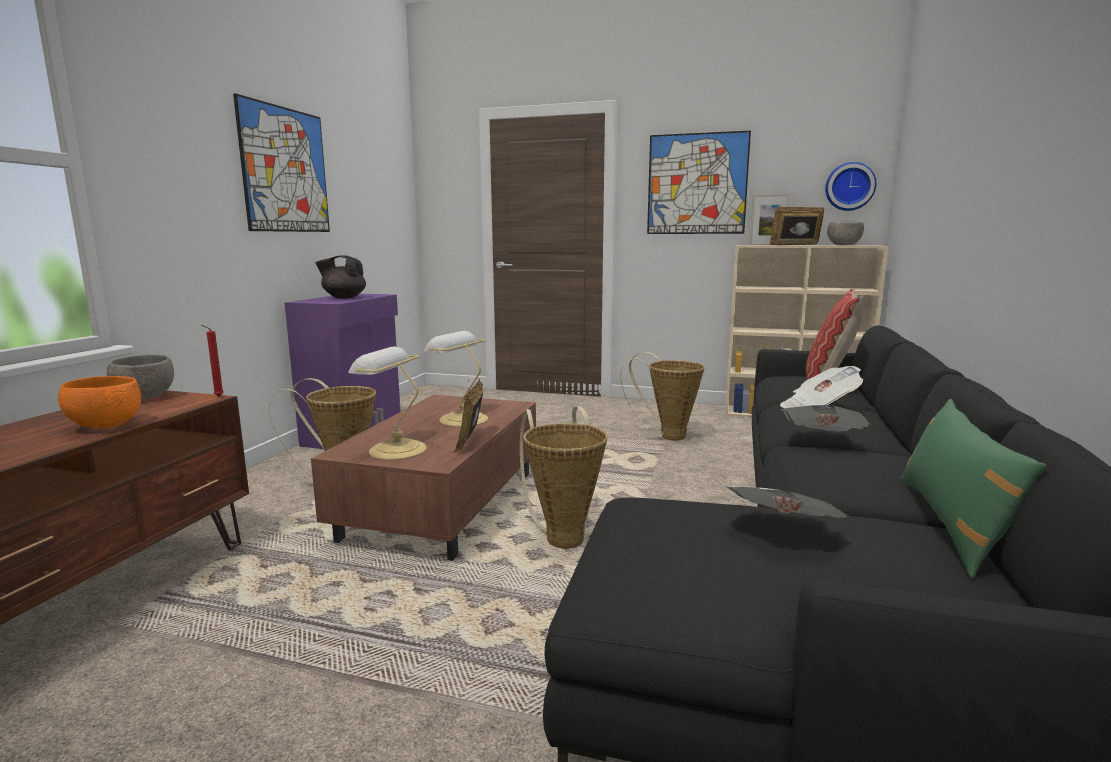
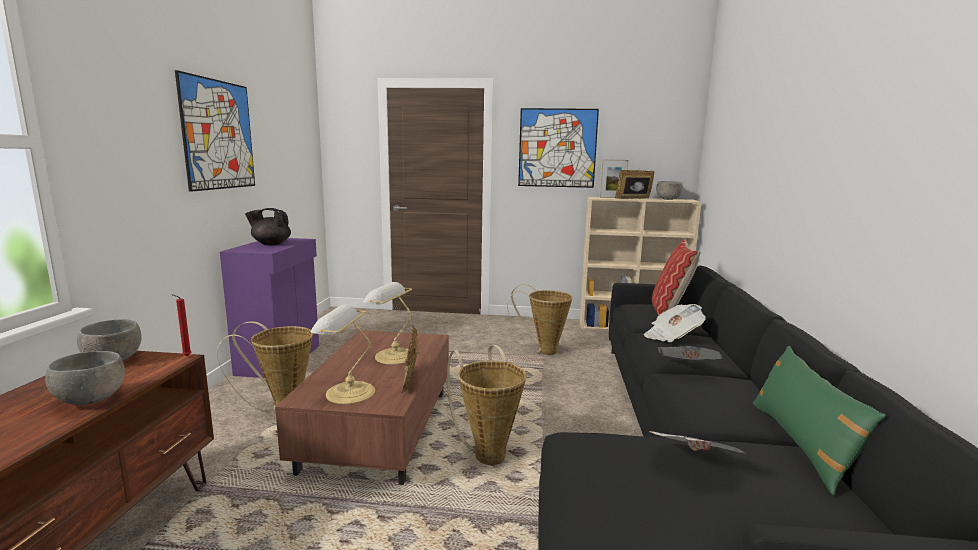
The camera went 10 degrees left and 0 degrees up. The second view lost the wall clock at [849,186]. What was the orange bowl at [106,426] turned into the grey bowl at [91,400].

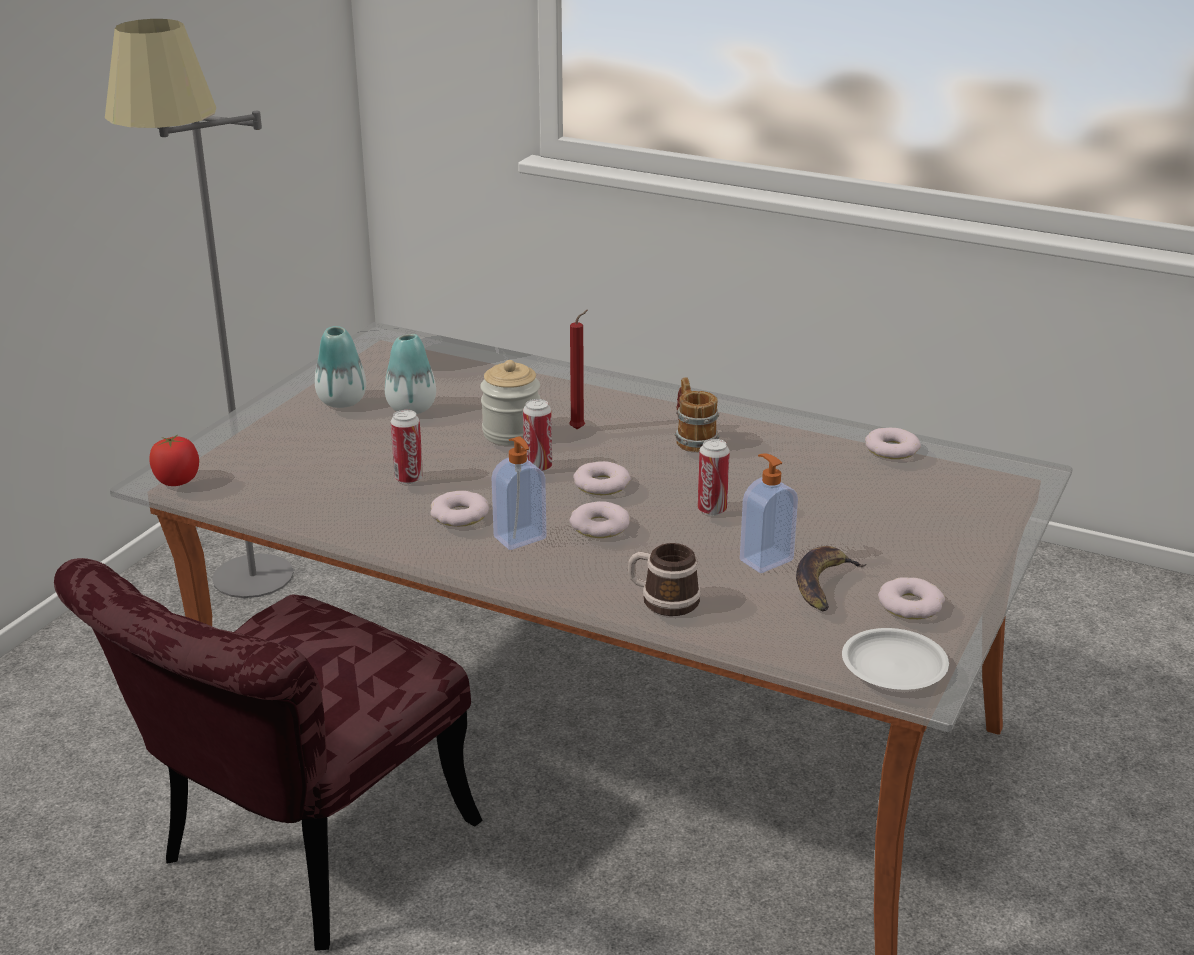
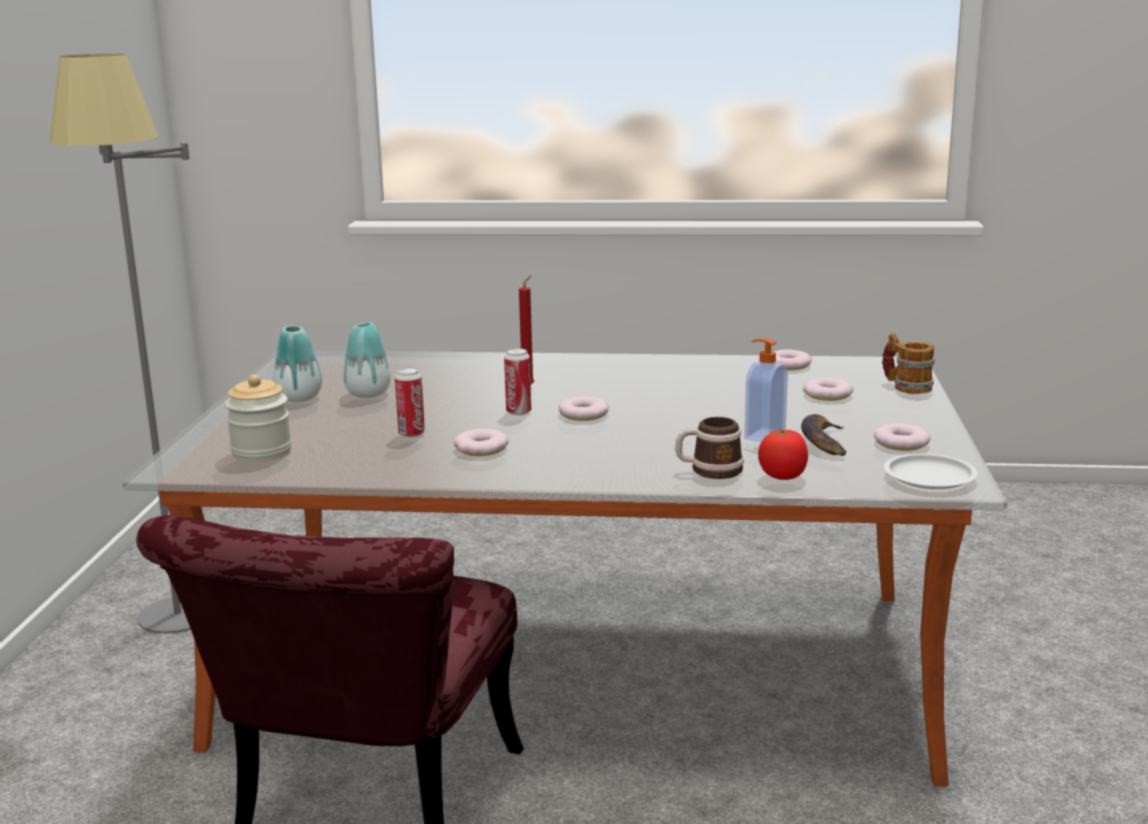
The camera went 20 degrees left and 10 degrees down. The second view lost the soap dispenser at [521,539]. The second view lost the can at [712,510]. The tomato ended up elsewhere, having gone from [177,481] to [782,476]. The jar ended up elsewhere, having gone from [511,433] to [261,452]. The donut ended up elsewhere, having gone from [599,526] to [827,395]. The mug ended up elsewhere, having gone from [692,439] to [906,386].

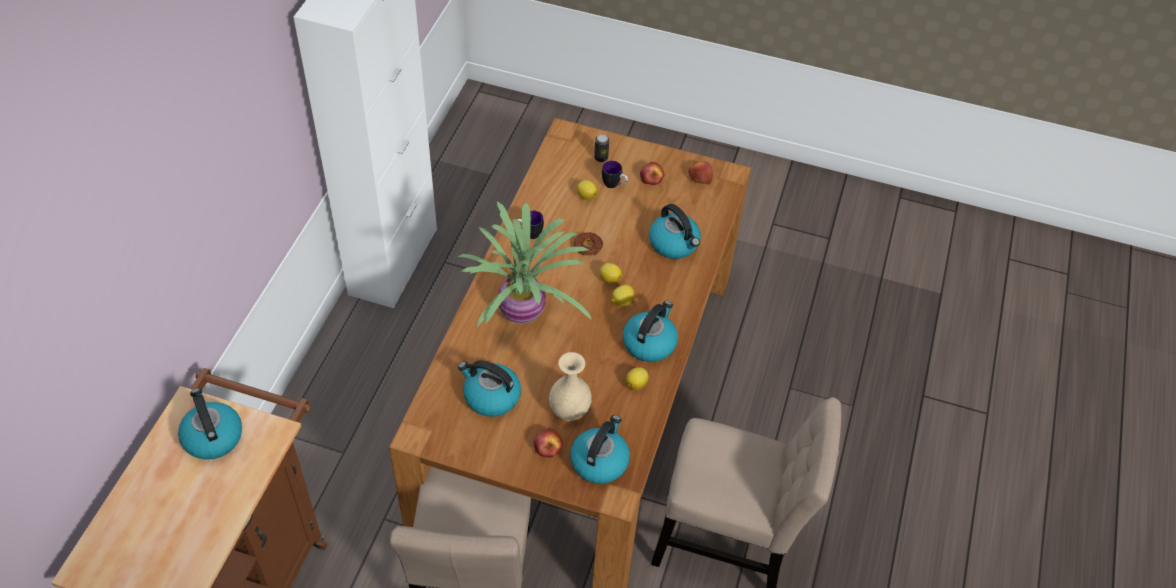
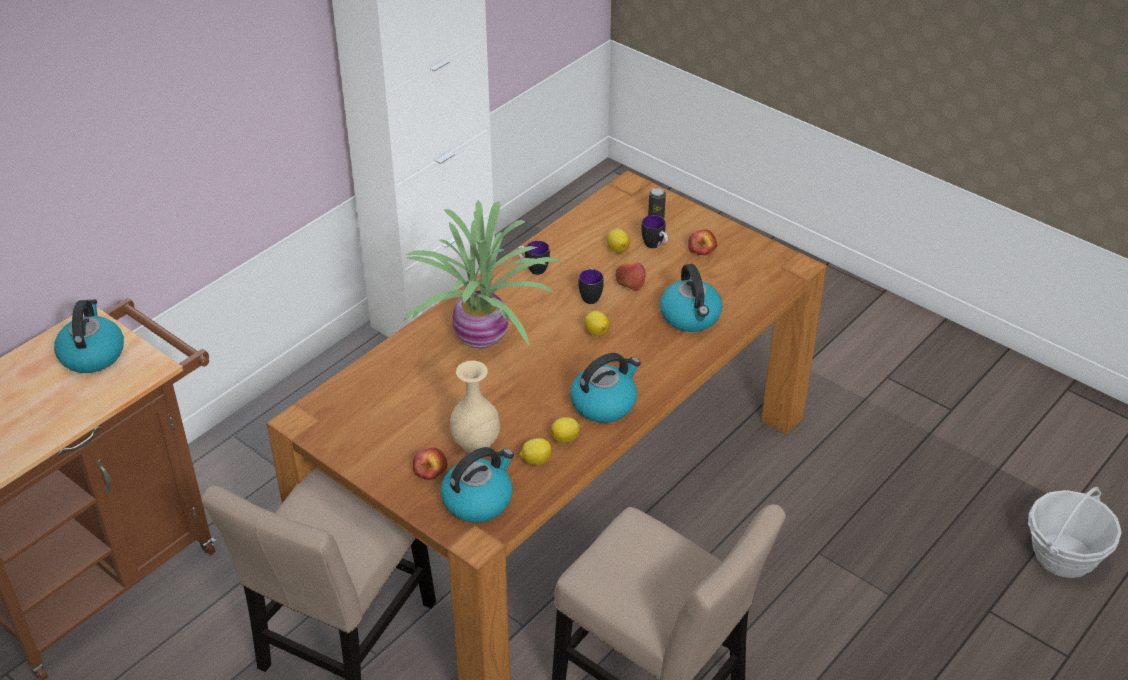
The camera went 25 degrees right and 10 degrees down. The second view lost the kettle at [491,396]. The second view gained the basket at [1063,556]. The lemon ended up elsewhere, having gone from [621,301] to [535,460]. The apple ended up elsewhere, having gone from [699,177] to [630,281]. Where the donut stood at [588,246], the mug came to stand at [591,296].

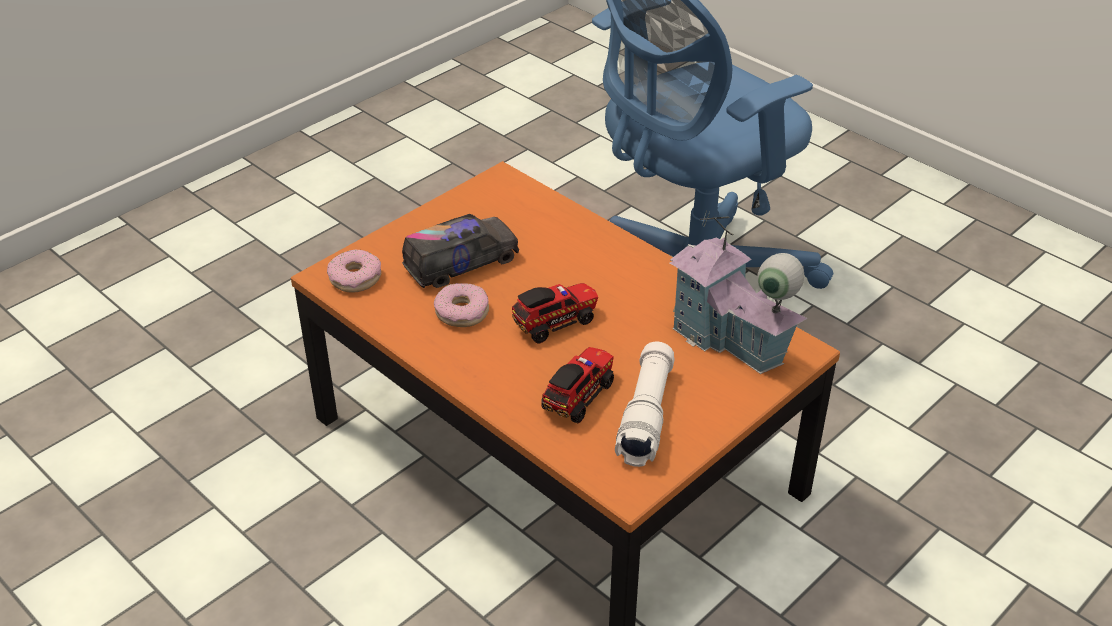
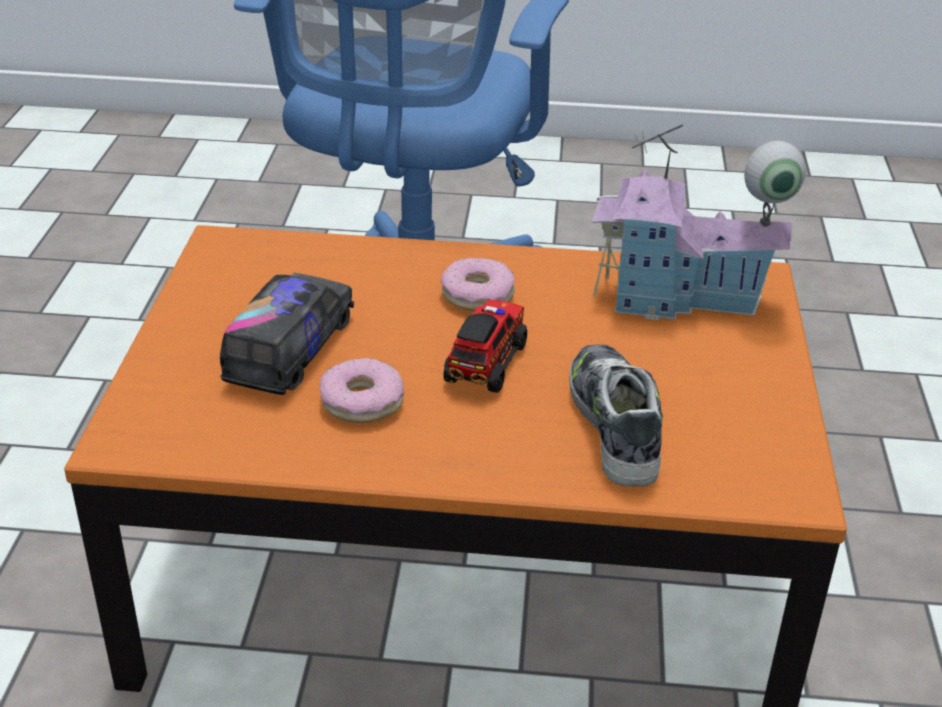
The camera went 40 degrees left and 5 degrees down. The second view lost the white flashlight at [646,415]. The donut ended up elsewhere, having gone from [355,278] to [478,295]. Where the toy truck stood at [579,395], the shoe came to stand at [615,425].

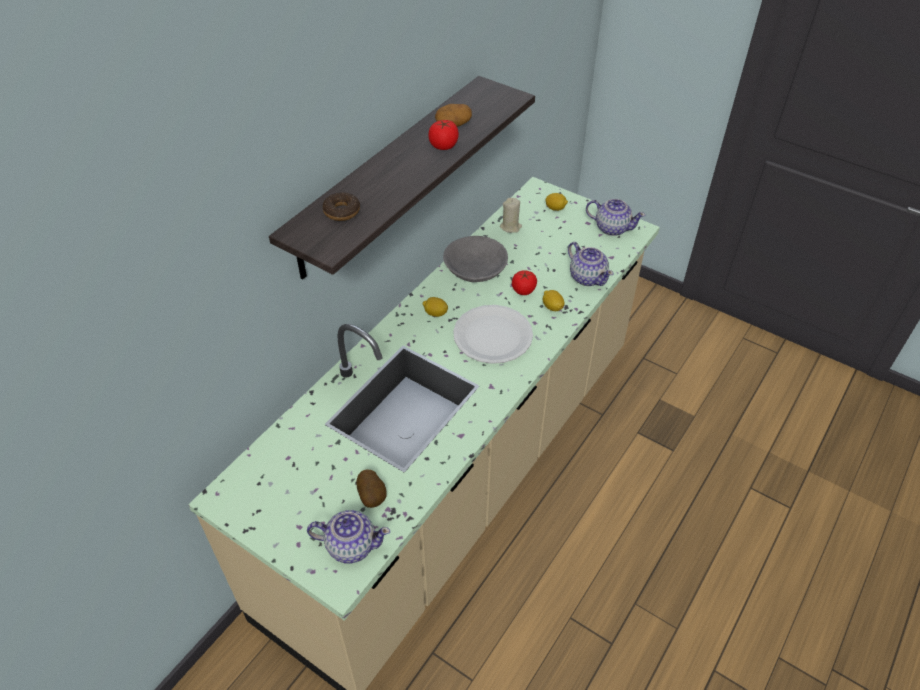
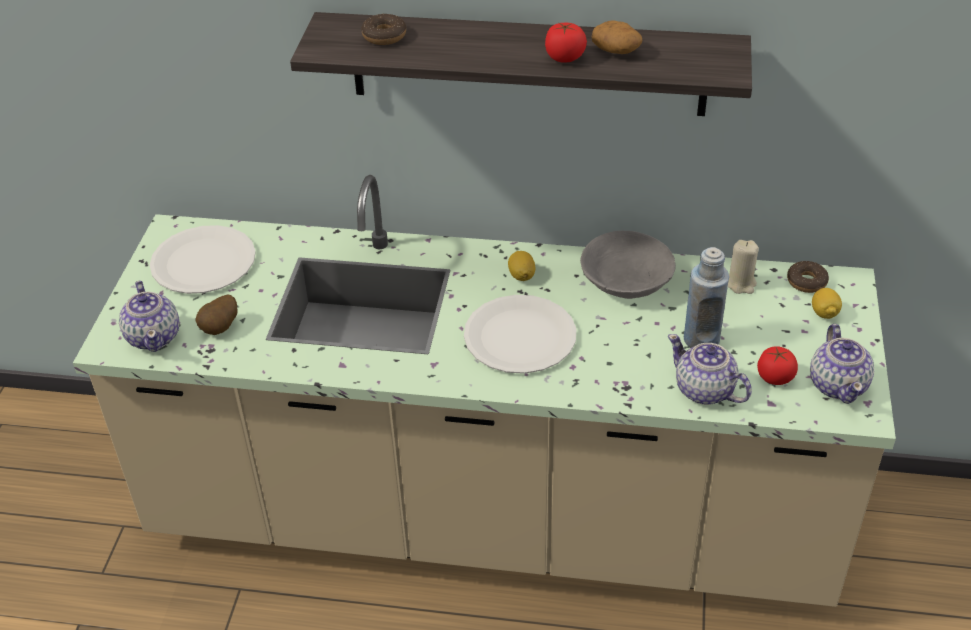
The camera went 65 degrees right and 5 degrees down. The second view lost the lemon at [552,307]. The second view gained the white plate at [203,262]. The second view gained the blue bottle at [701,339]. The second view gained the donut at [806,282]. The tomato ended up elsewhere, having gone from [523,290] to [775,377]. The teapot at [587,277] ended up facing another way, 105 degrees clockwise from before.

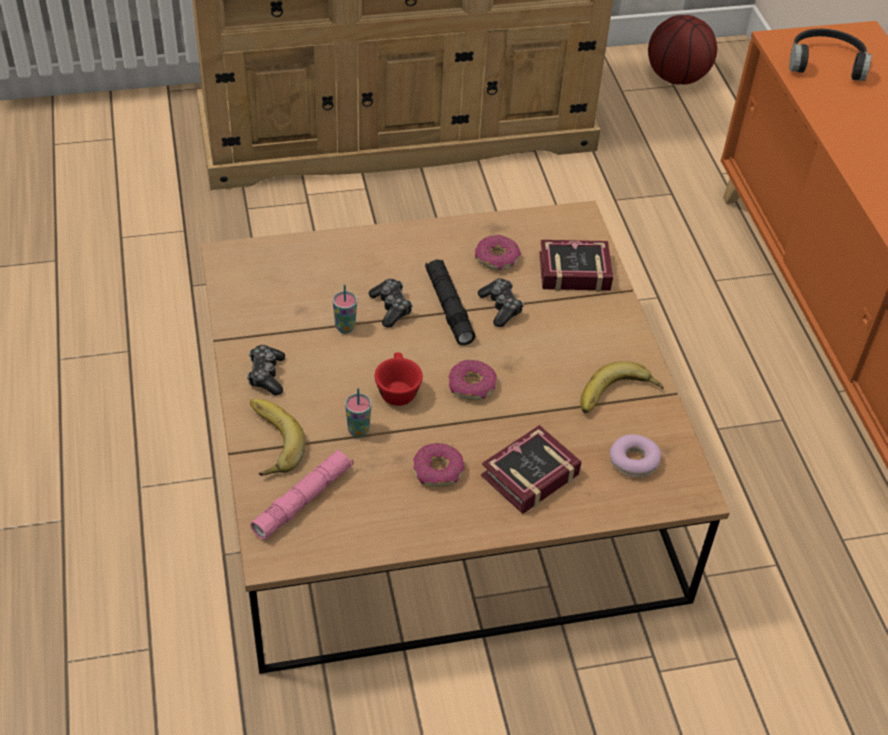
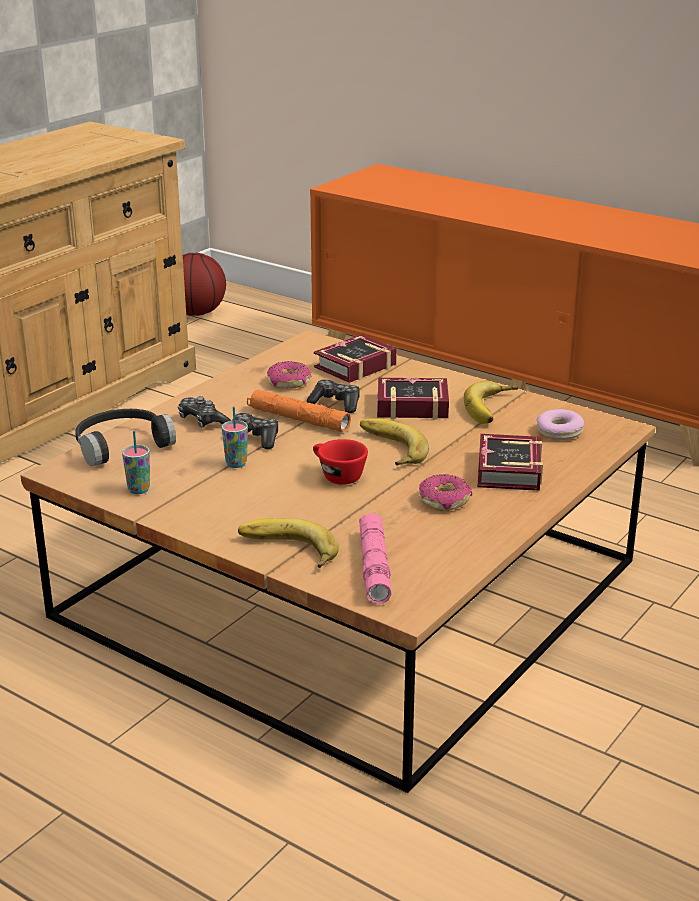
The camera went 40 degrees left and 20 degrees down. The second view gained the book at [408,405]. The game controller ended up elsewhere, having gone from [266,375] to [202,421]. The cup ended up elsewhere, having gone from [358,430] to [139,490]. The black headphones ended up elsewhere, having gone from [826,62] to [121,445]. Where the donut stood at [472,386], the banana came to stand at [388,449]. What was the black flashlight at [449,307] turned into the orange flashlight at [298,419].

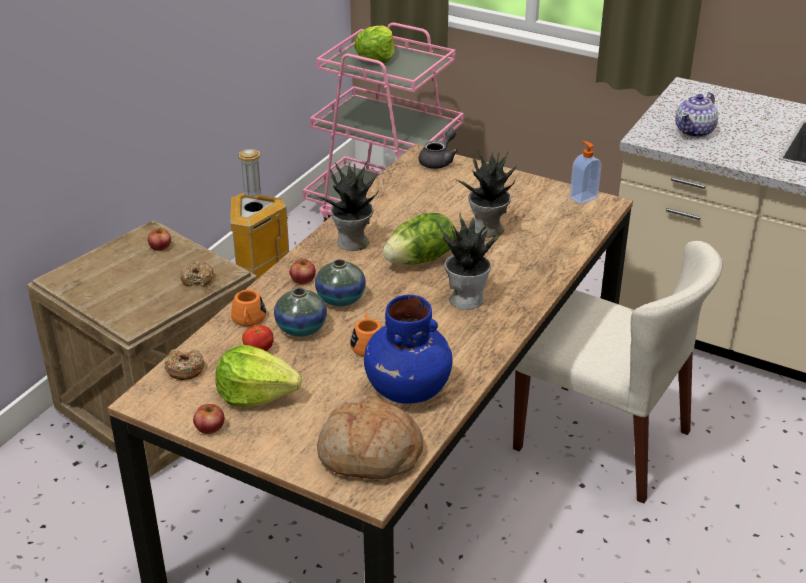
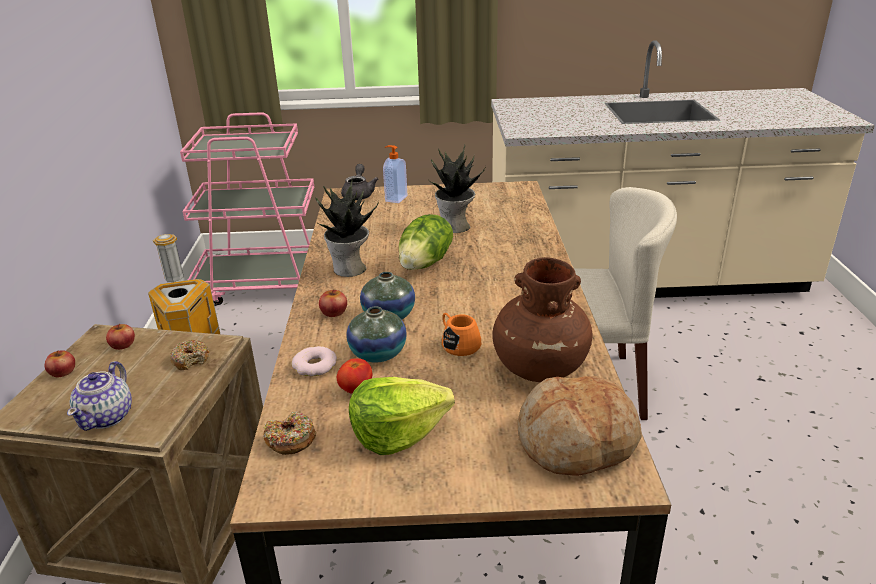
The camera went 30 degrees left and 5 degrees down. The second view lost the lettuce at [376,57]. The second view lost the potted plant at [466,299]. The apple ended up elsewhere, having gone from [210,427] to [63,371]. The soap dispenser ended up elsewhere, having gone from [582,197] to [395,198]. The teapot ended up elsewhere, having gone from [695,131] to [107,416]. Where the orange mug stood at [248,320], the donut came to stand at [315,366]. What was the blue vase at [407,388] turned into the brown vase at [539,367].

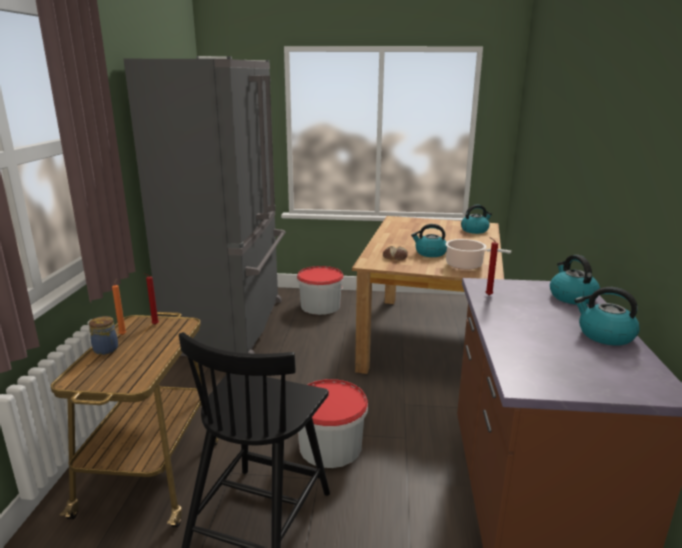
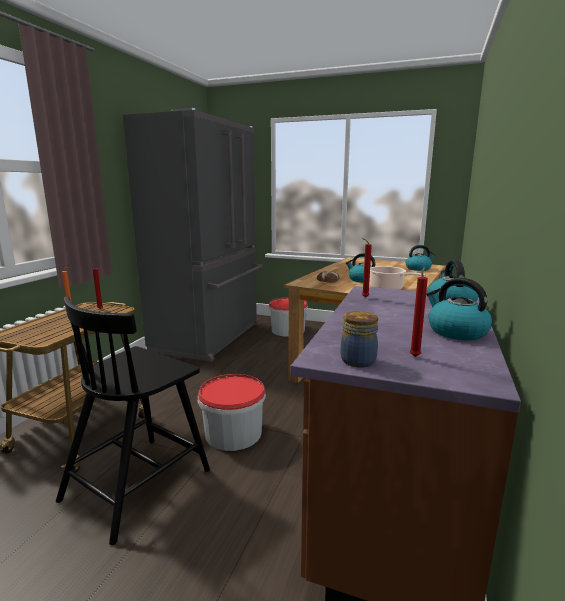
The camera went 15 degrees right and 5 degrees down. The second view gained the red candle at [415,356]. The jar ended up elsewhere, having gone from [106,349] to [357,360].

